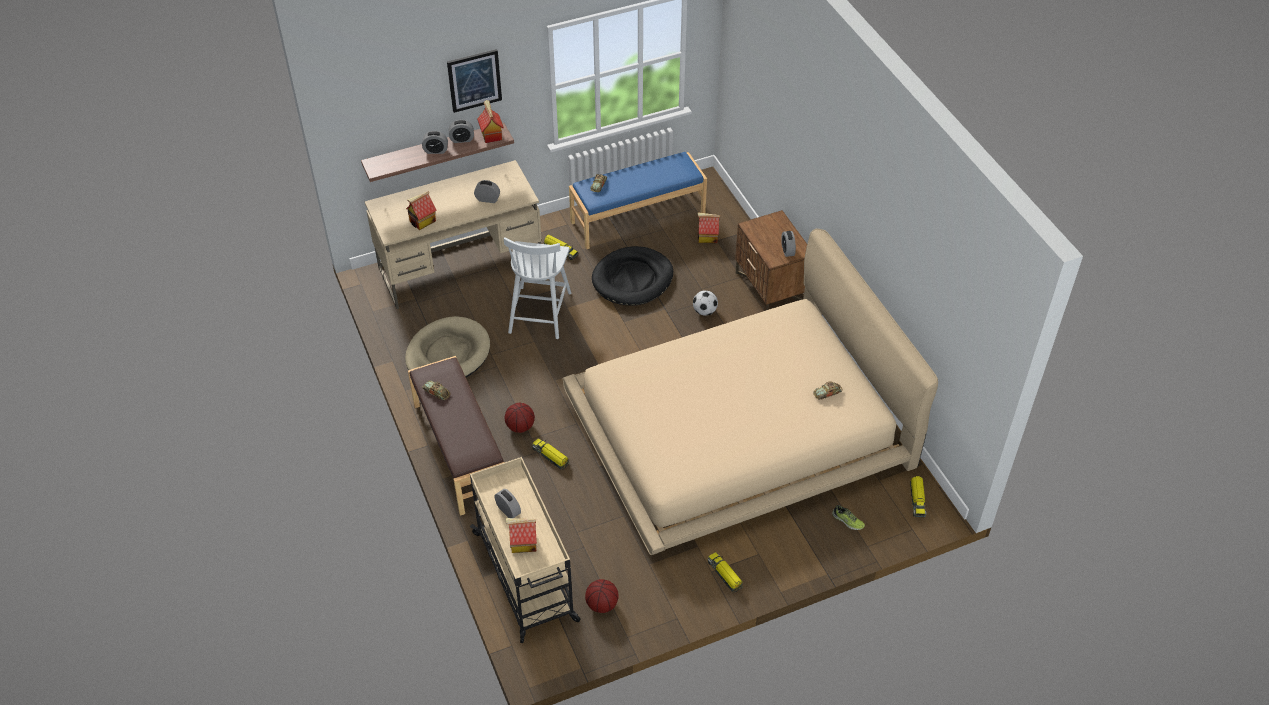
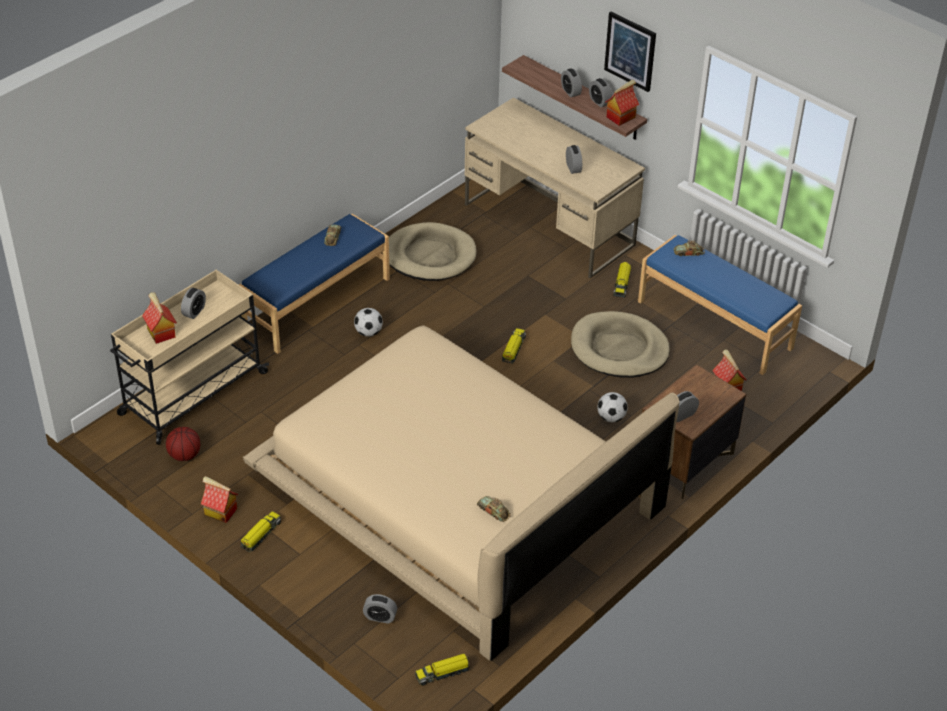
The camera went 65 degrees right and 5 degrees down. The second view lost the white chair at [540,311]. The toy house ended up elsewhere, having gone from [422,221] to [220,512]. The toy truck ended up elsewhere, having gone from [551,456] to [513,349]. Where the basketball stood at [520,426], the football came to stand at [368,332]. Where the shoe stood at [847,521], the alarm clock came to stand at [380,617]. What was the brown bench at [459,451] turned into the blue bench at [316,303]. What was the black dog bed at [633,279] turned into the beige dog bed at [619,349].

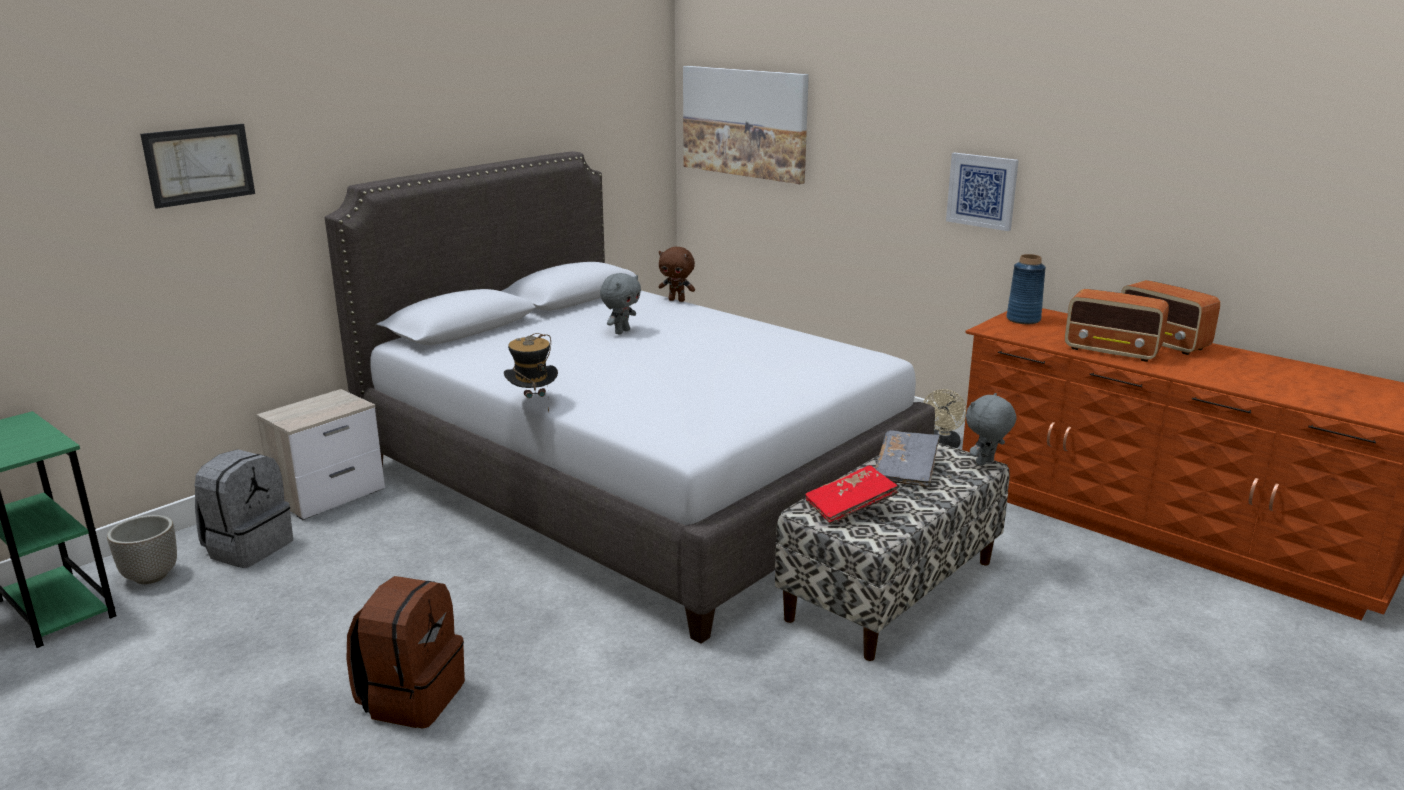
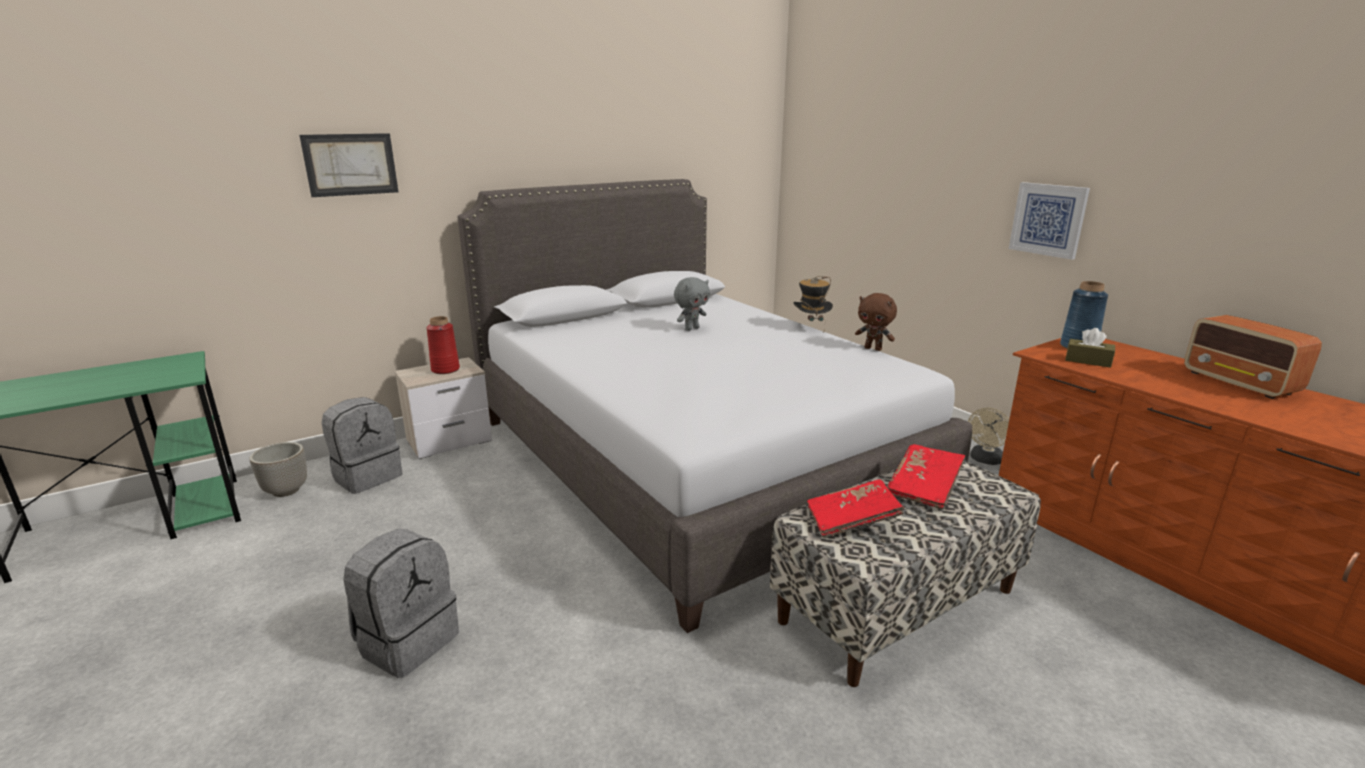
The camera went 15 degrees right and 0 degrees up. The second view lost the picture at [744,122]. The second view lost the grey plush toy at [985,463]. The second view lost the radio at [1112,351]. The second view gained the red vase at [445,369]. The second view gained the brown tissue box at [1088,361]. The hat ended up elsewhere, having gone from [532,404] to [811,327]. The brown plush toy ended up elsewhere, having gone from [677,300] to [873,348]. What was the brown backpack at [411,697] turned into the grey backpack at [407,641]. What was the grey book at [906,470] turned into the red book at [924,487].

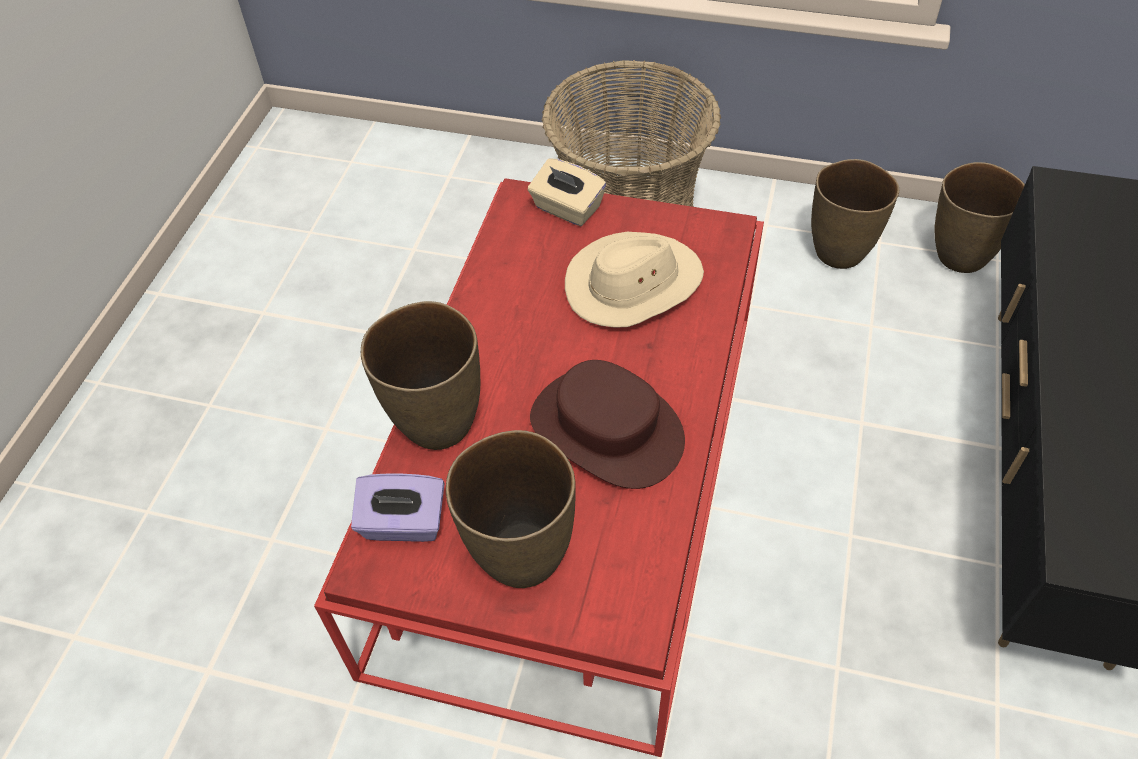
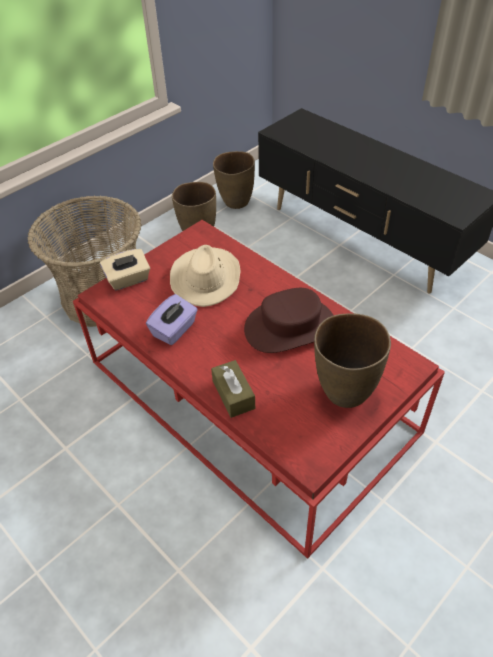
The camera went 60 degrees left and 5 degrees down. The purple tissue box ended up elsewhere, having gone from [403,524] to [174,330]. Where the brown vase stood at [436,424], the brown tissue box came to stand at [233,394].

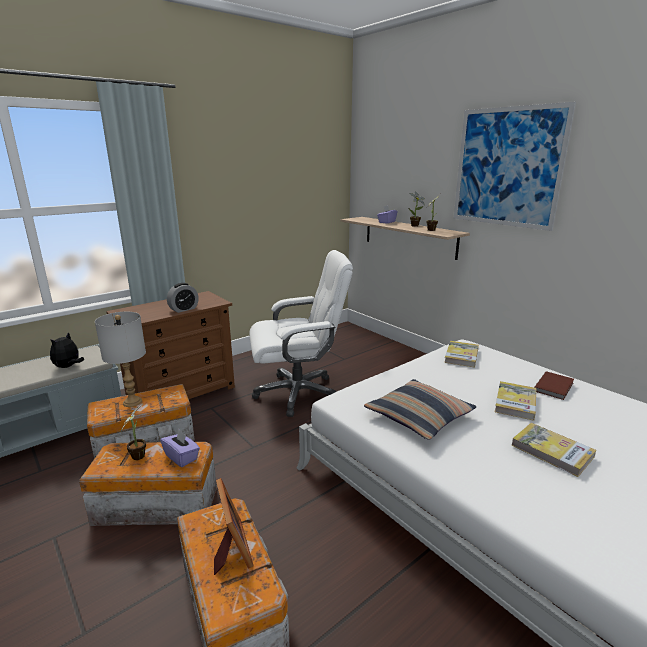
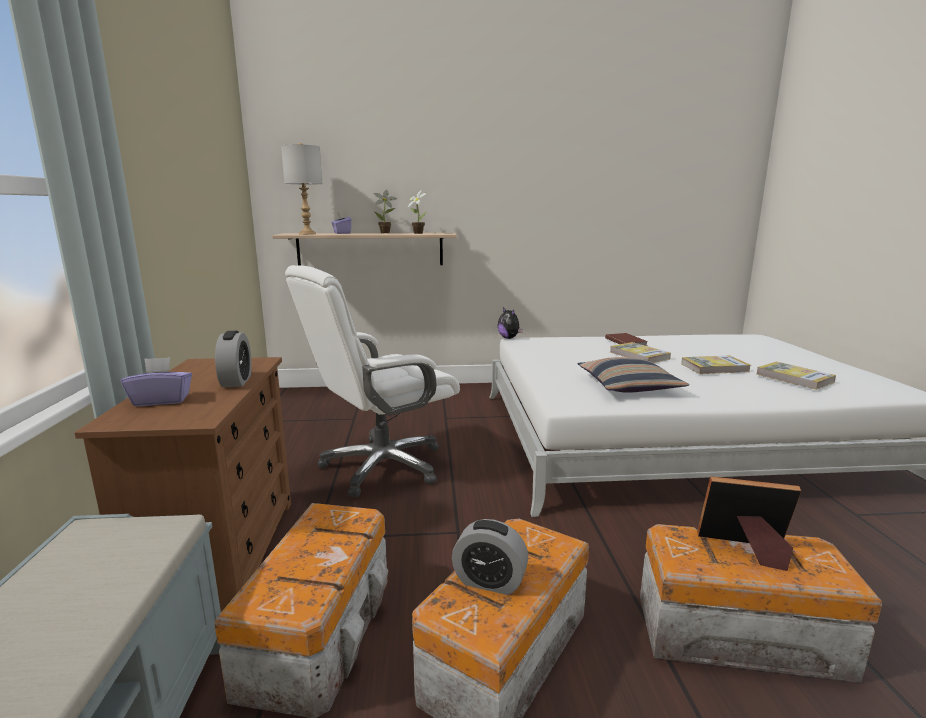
The camera went 55 degrees left and 5 degrees down. The second view lost the picture at [507,167]. The plush toy ended up elsewhere, having gone from [68,367] to [509,338]. The grey table lamp ended up elsewhere, having gone from [132,402] to [307,234]. The purple tissue box ended up elsewhere, having gone from [182,457] to [162,400]. The book ended up elsewhere, having gone from [461,356] to [794,378]. Where the potted plant stood at [139,455], the alarm clock came to stand at [489,581]. The white office chair at [298,393] ended up facing another way, 150 degrees counterclockwise from before.

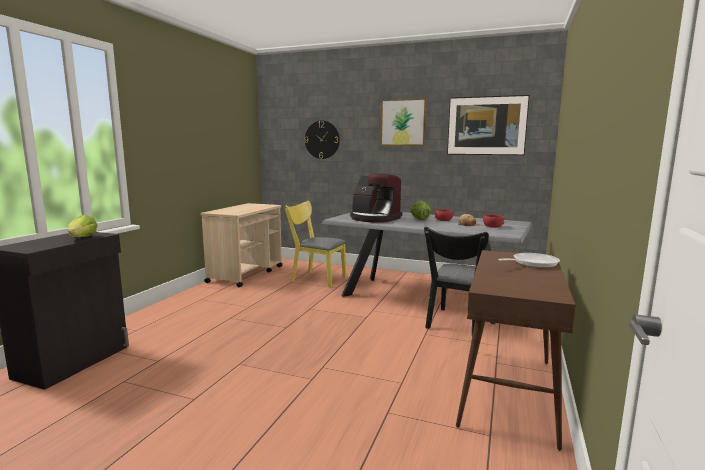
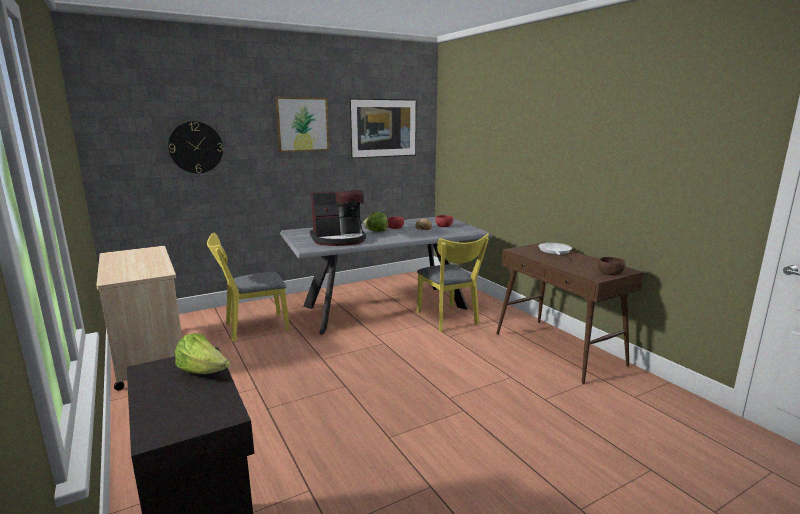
The camera went 50 degrees left and 5 degrees up. The second view gained the brown bowl at [610,273]. What was the black chair at [455,324] turned into the yellow chair at [449,319].

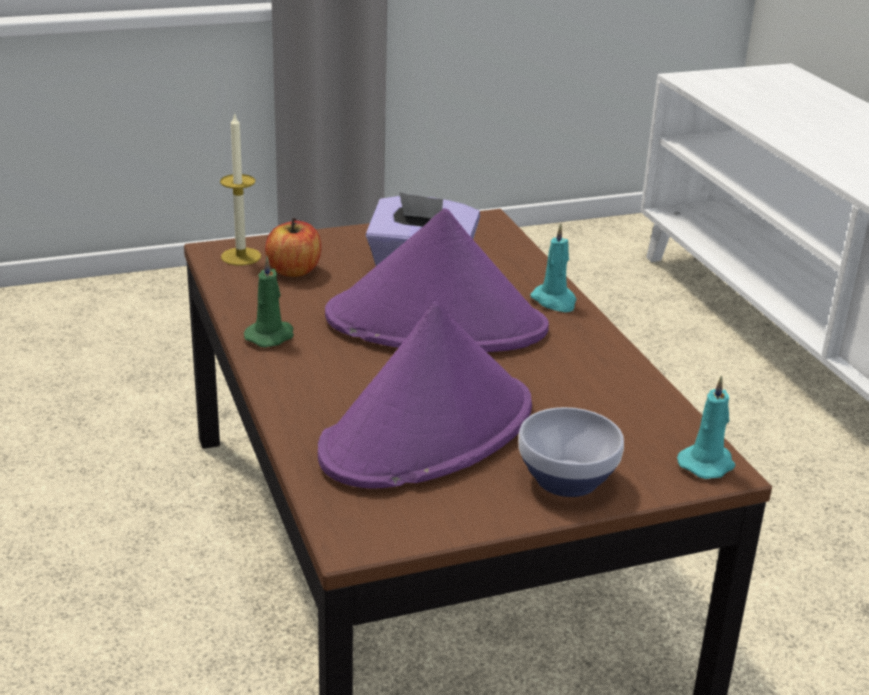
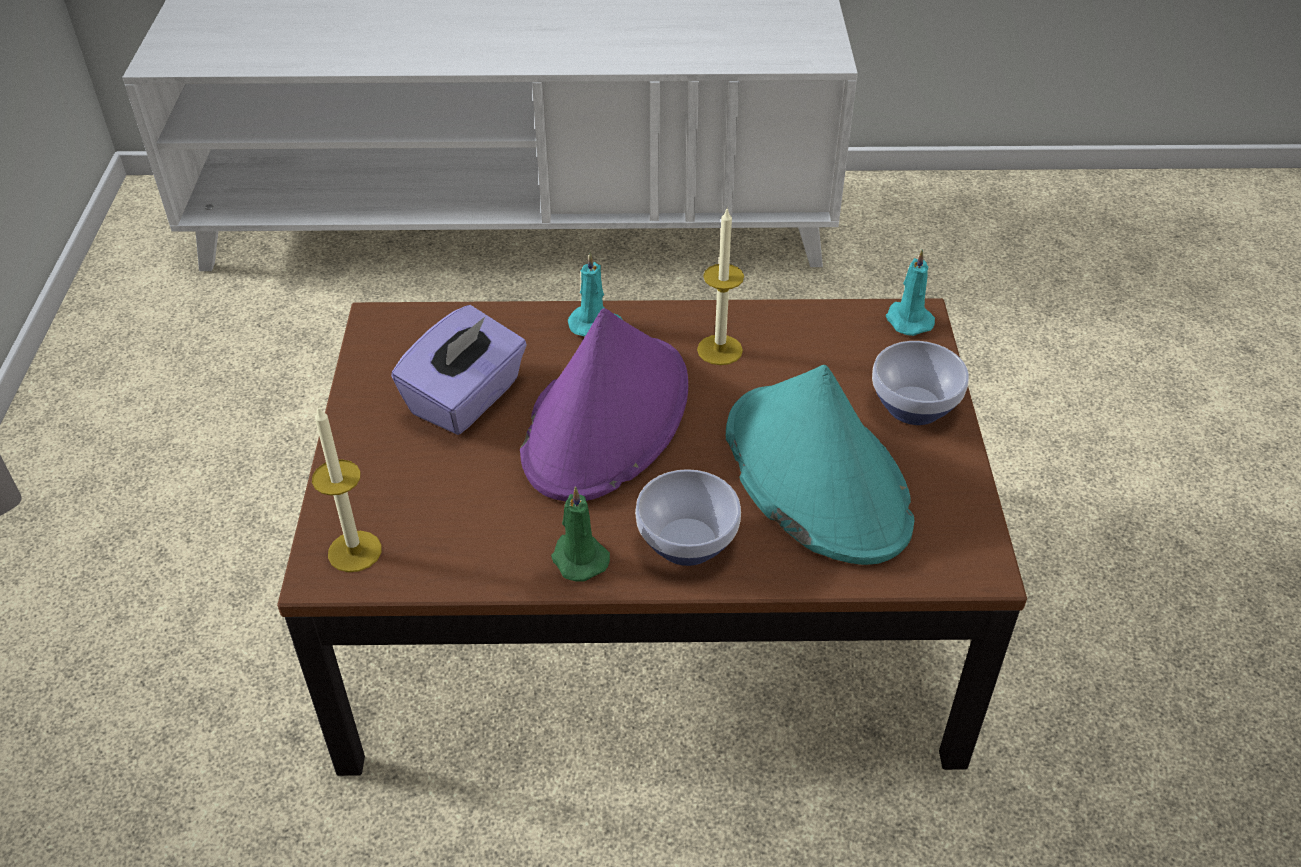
The camera went 70 degrees left and 15 degrees up. The second view lost the apple at [294,271]. The second view gained the bowl at [685,540]. The second view gained the candle at [719,350]. What was the purple hat at [428,431] turned into the turquoise hat at [814,475].

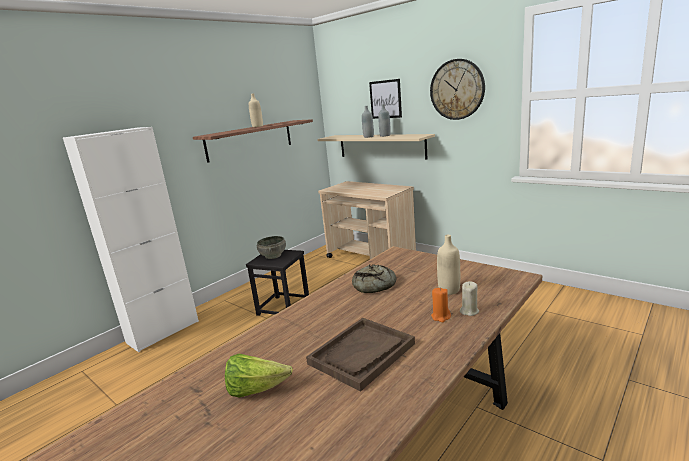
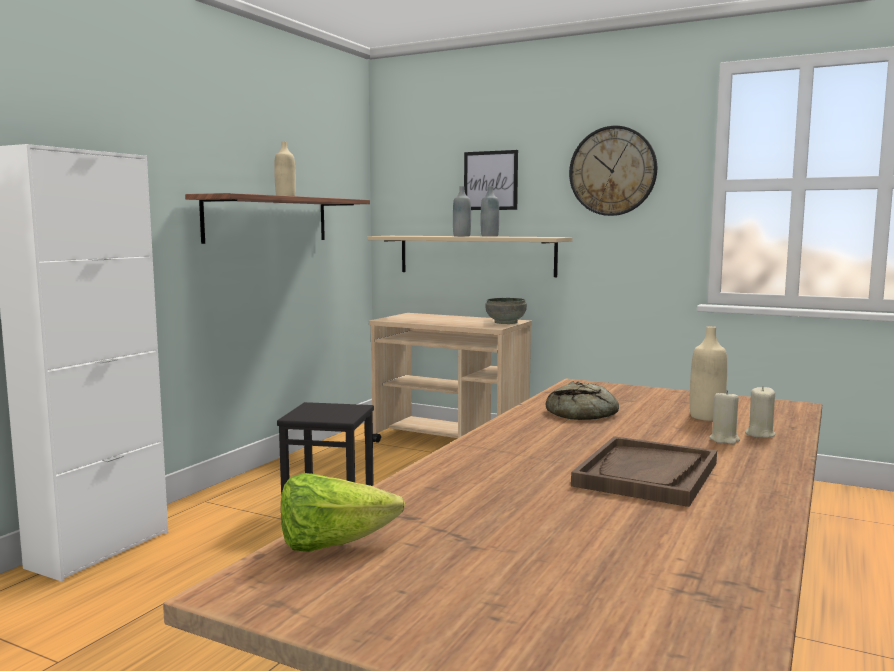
The camera went 15 degrees left and 10 degrees down. The lettuce ended up elsewhere, having gone from [256,389] to [332,545]. The grey bowl ended up elsewhere, having gone from [273,255] to [506,322]. What was the orange candle at [441,317] turned into the beige candle at [724,440].

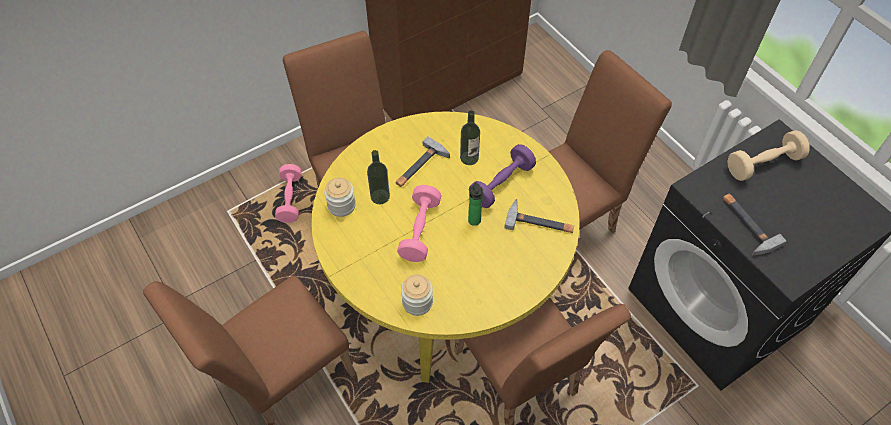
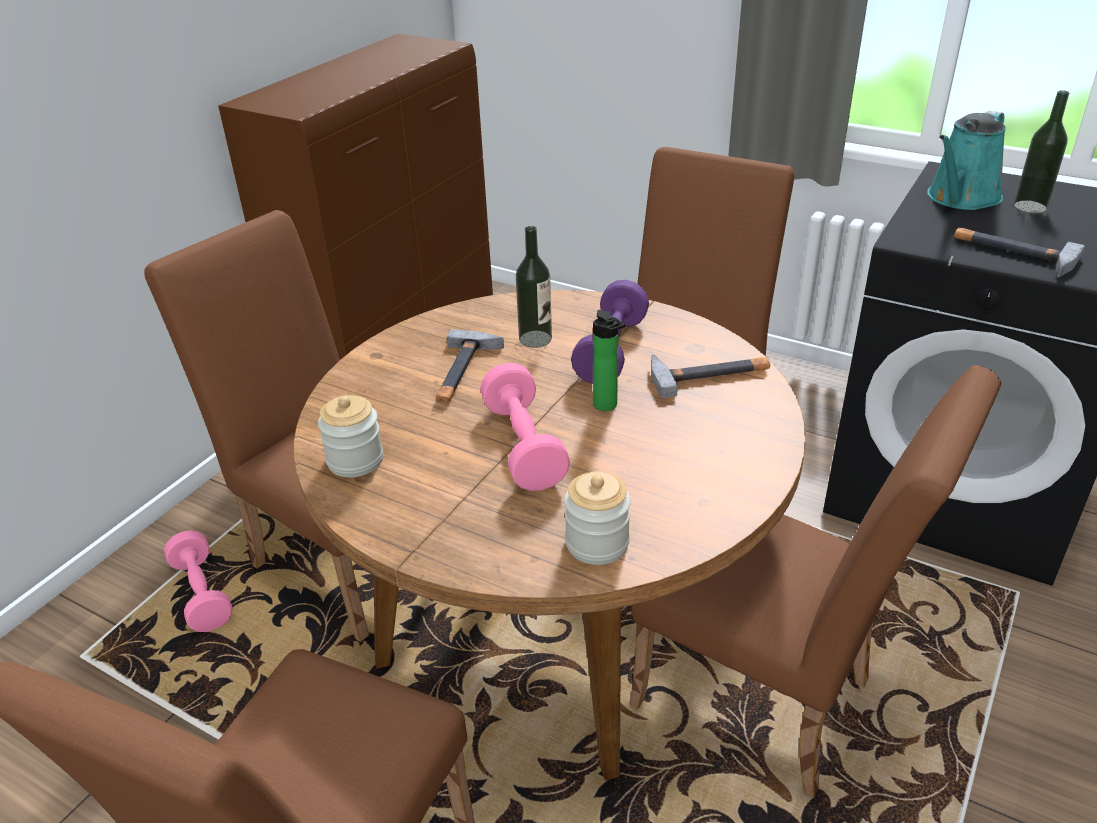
The camera went 25 degrees left and 20 degrees down. The bottle ended up elsewhere, having gone from [380,196] to [1030,207]. Where the beige dumbbell stood at [763,164], the turquoise watering can came to stand at [960,198]. What was the yellow dining table at [445,292] turned into the brown dining table at [556,624].

